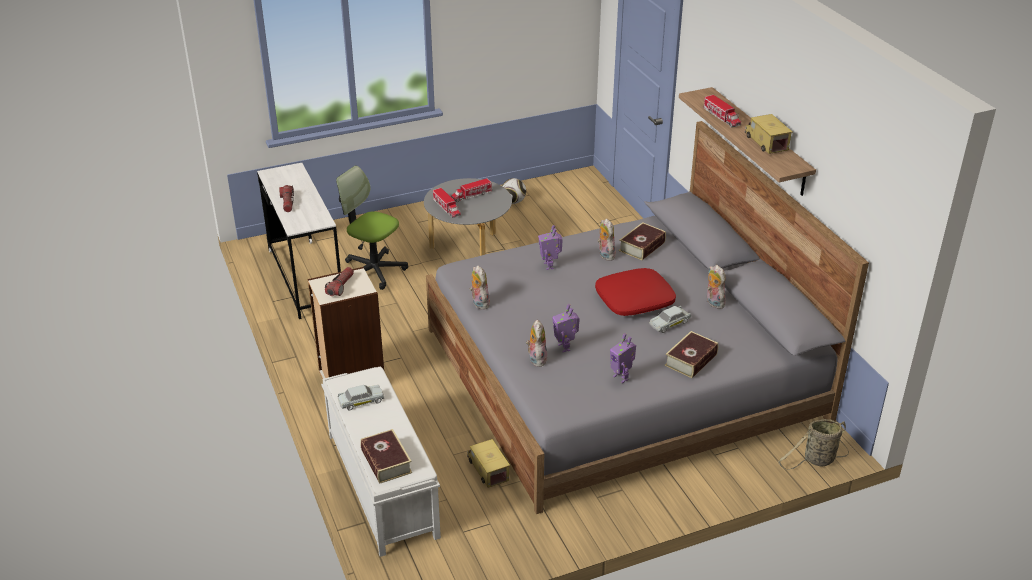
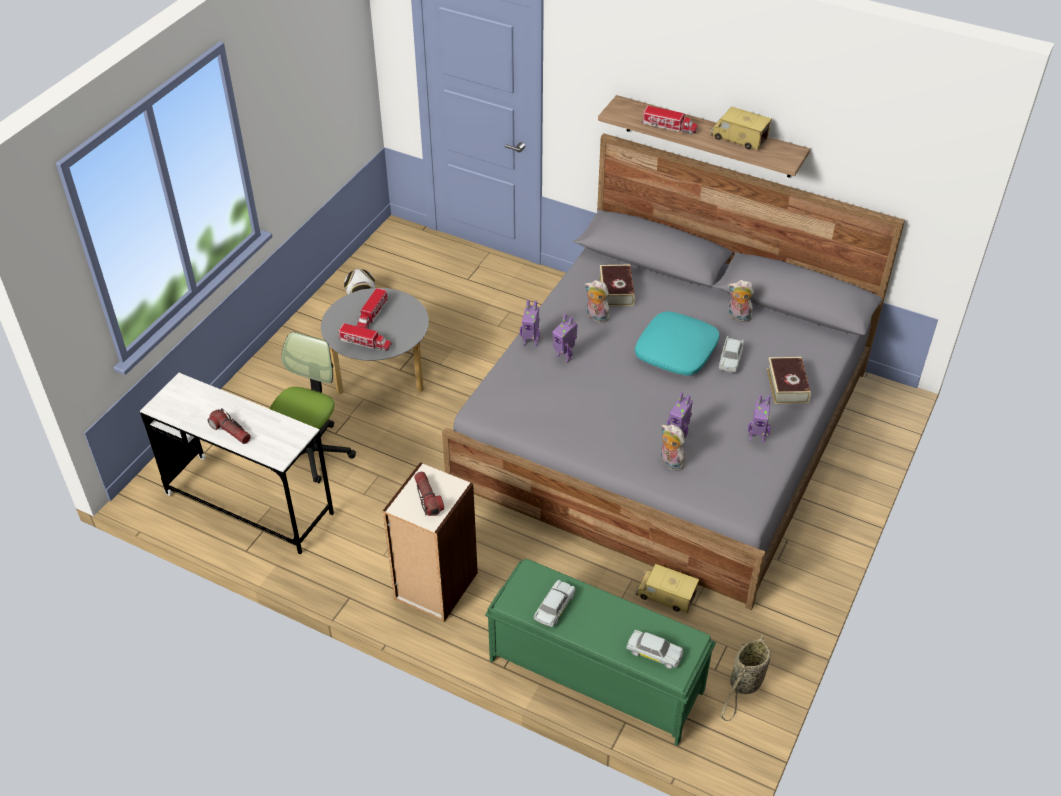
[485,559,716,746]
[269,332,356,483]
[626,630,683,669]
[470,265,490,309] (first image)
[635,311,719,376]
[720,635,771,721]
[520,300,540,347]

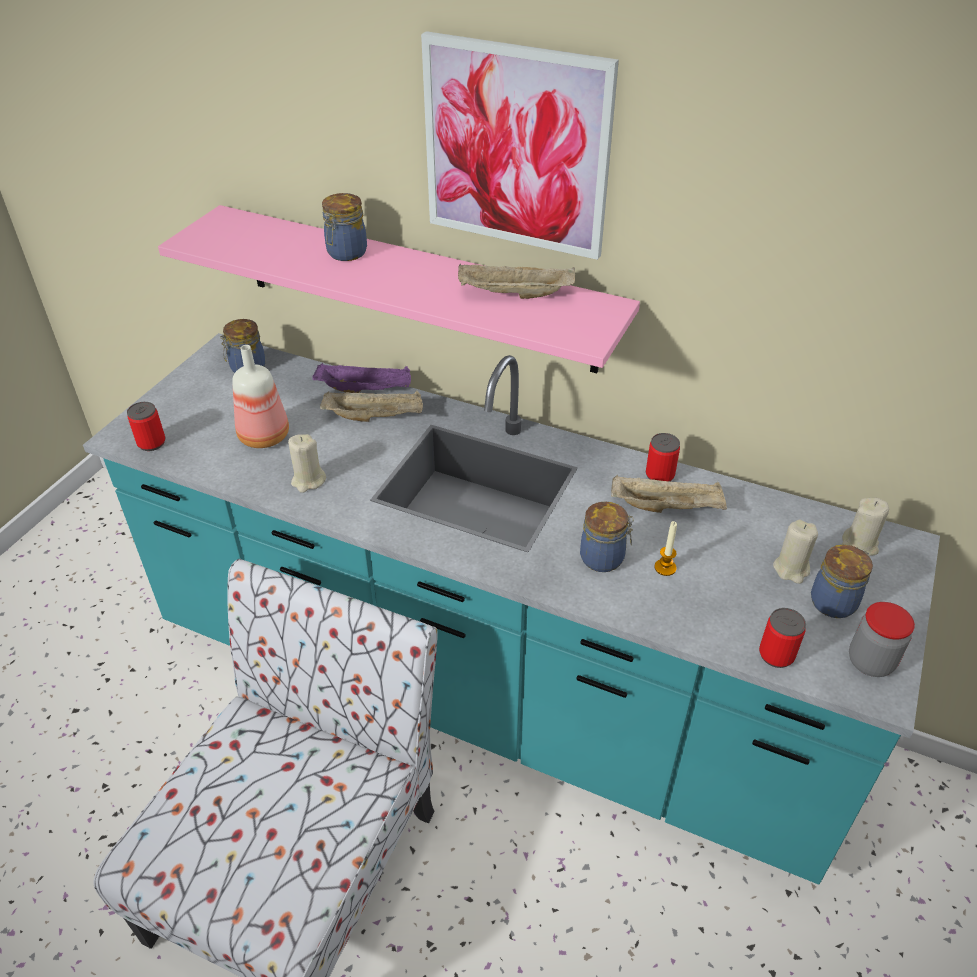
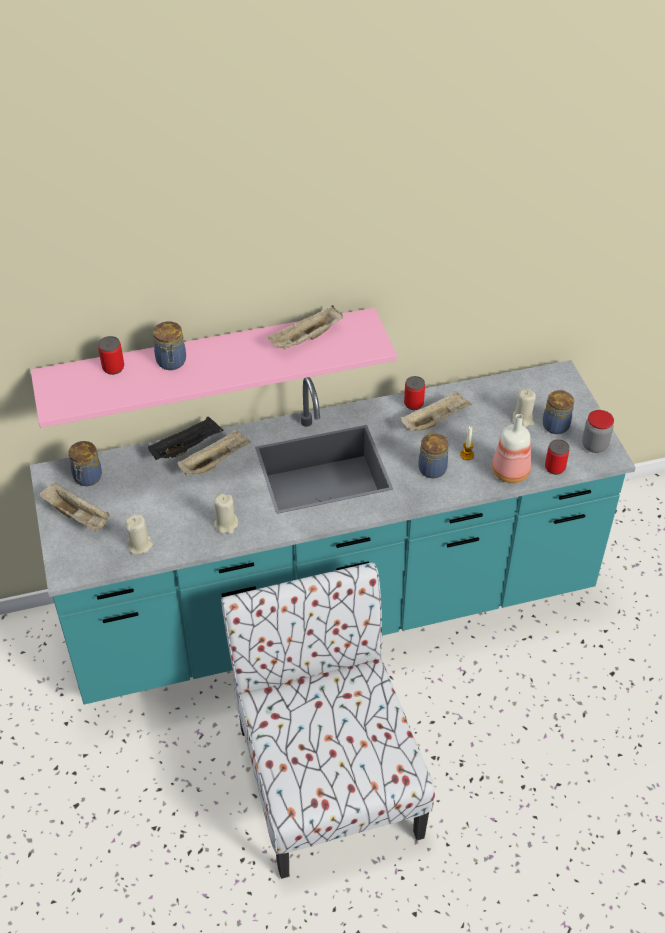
[98,336,124,375]
[492,414,531,483]
[148,417,223,460]
[421,31,619,260] (first image)
[125,514,153,554]
[39,483,110,532]

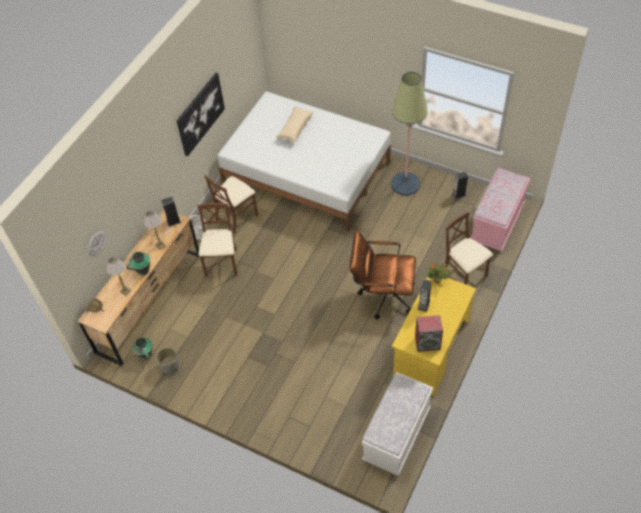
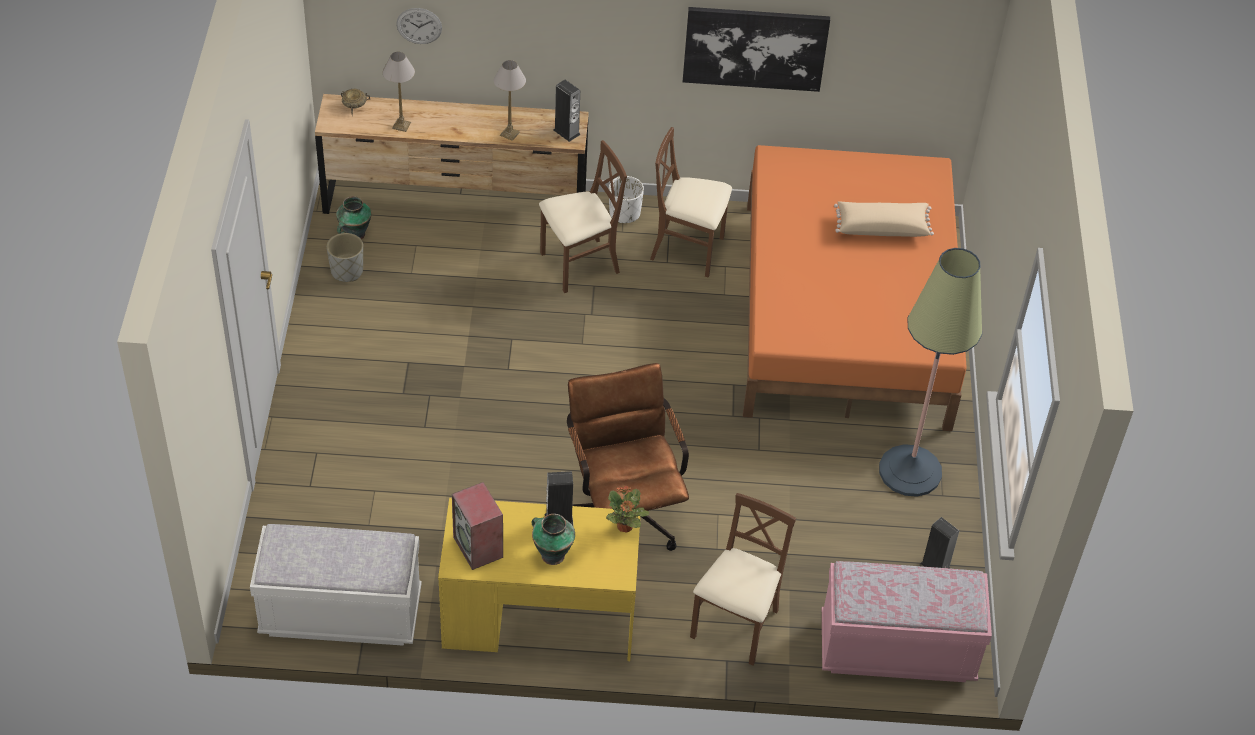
[532,514,575,565]
[743,145,967,431]

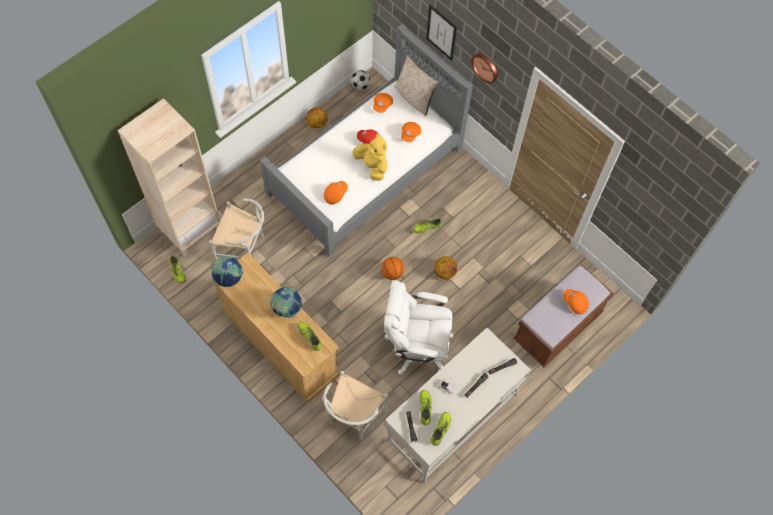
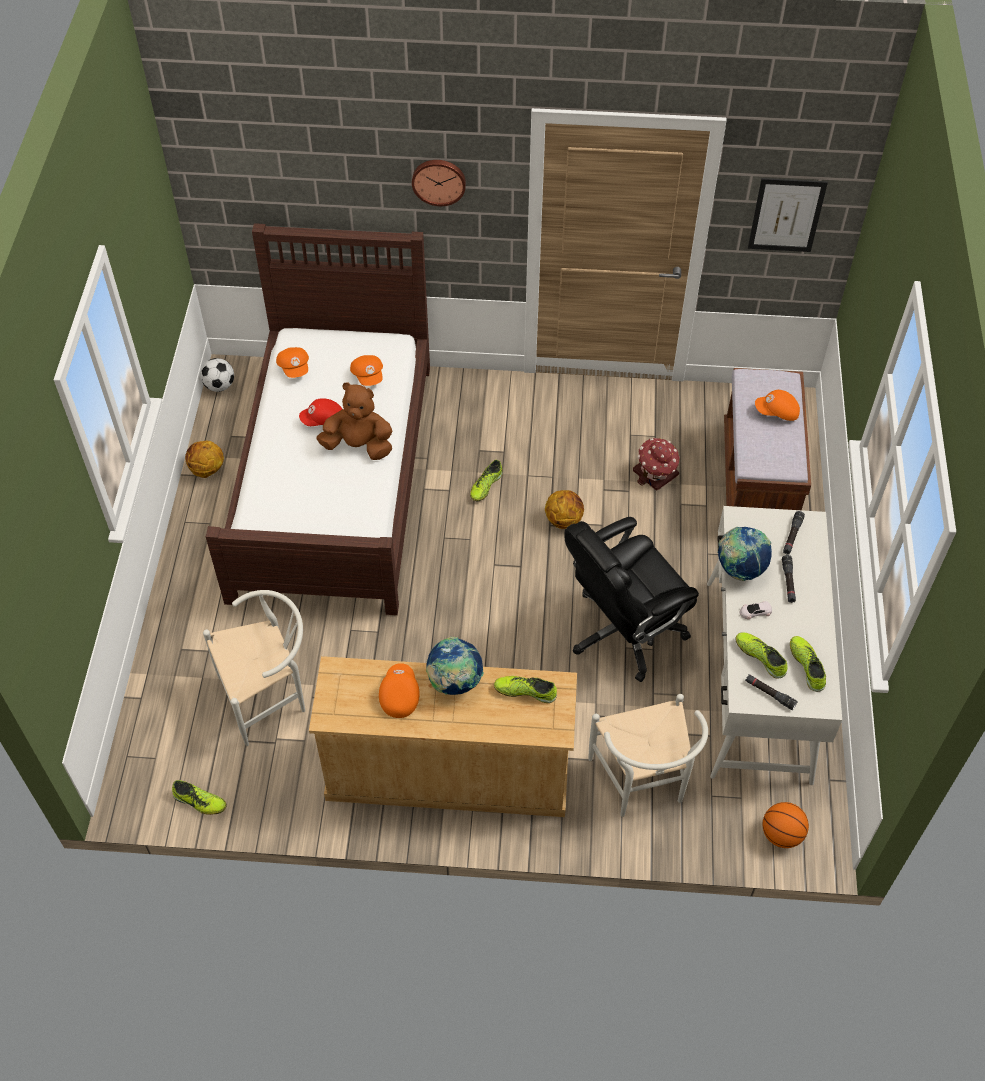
[118,98,220,257] (first image)
[718,527,772,581]
[206,223,430,615]
[379,663,419,718]
[316,382,392,460]
[763,802,809,848]
[565,517,699,682]
[394,55,439,116] (first image)
[748,178,828,252]
[633,438,680,491]

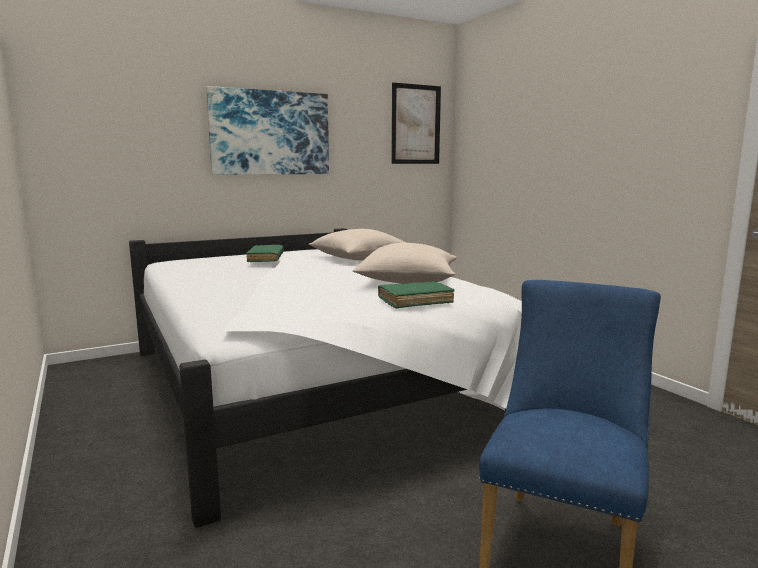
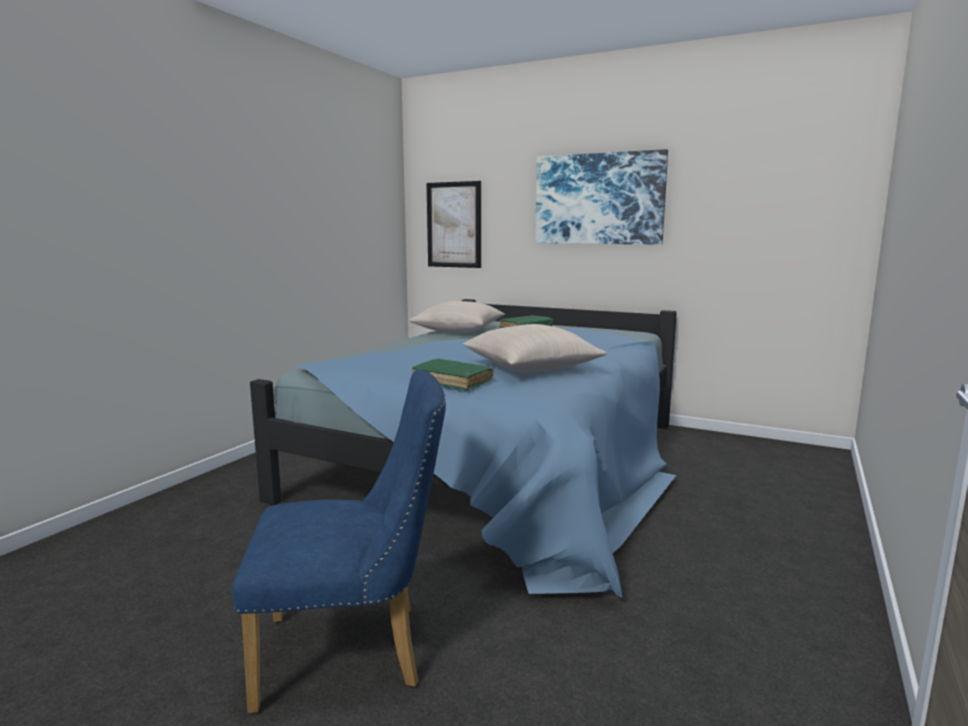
[250,299,677,598]
[409,301,505,333]
[427,181,481,268]

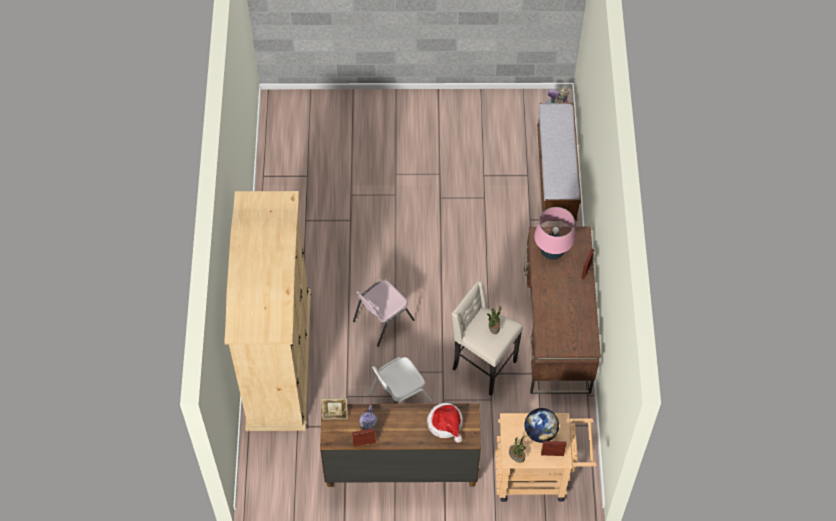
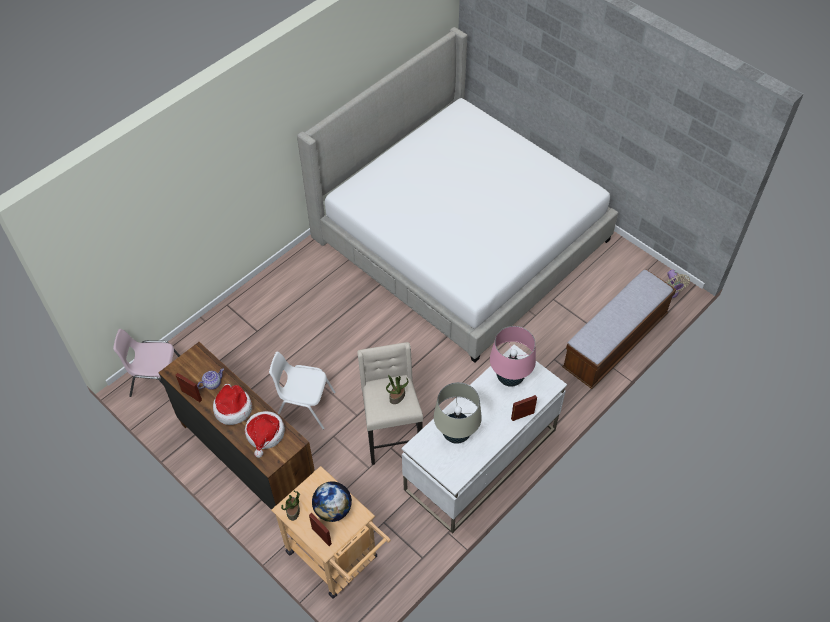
[224,191,311,431] (first image)
[322,398,348,420] (first image)
[113,329,180,397]
[402,344,567,534]
[213,384,252,425]
[297,27,618,363]
[434,382,482,444]

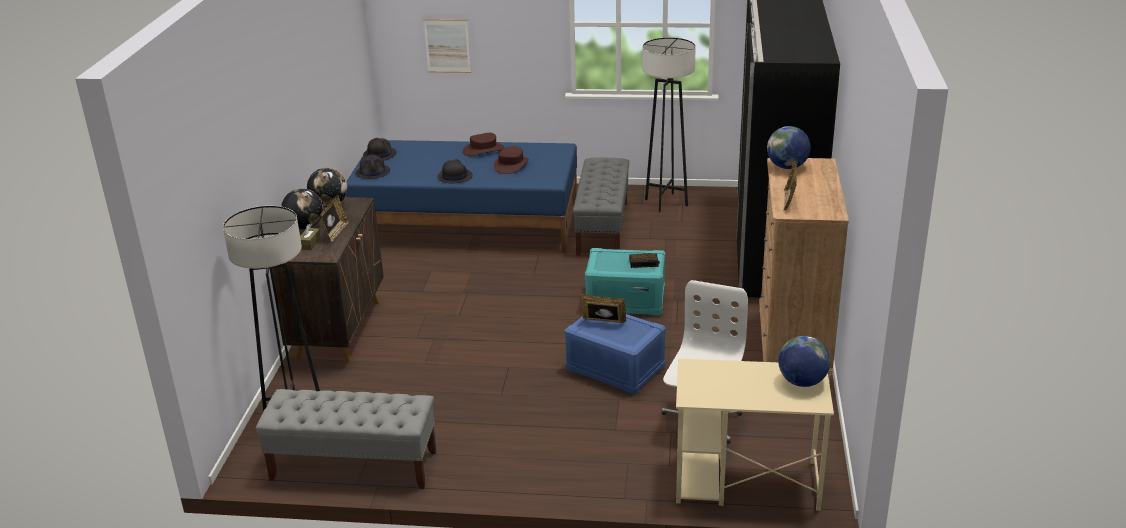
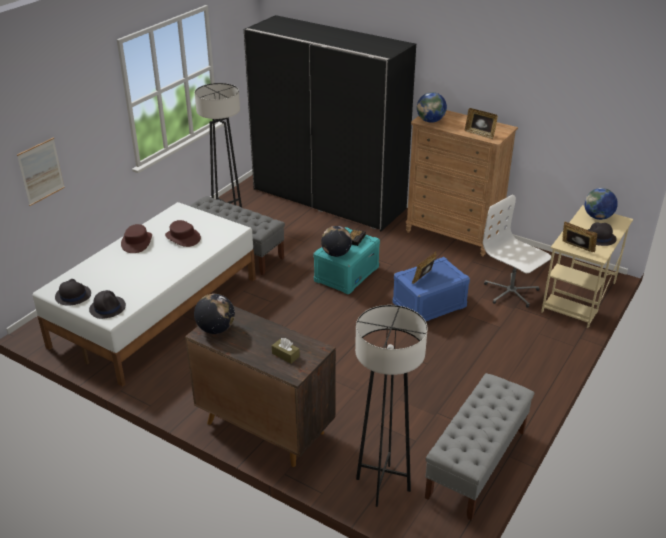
[321,226,352,257]
[562,222,597,252]
[32,202,256,387]
[588,223,617,246]

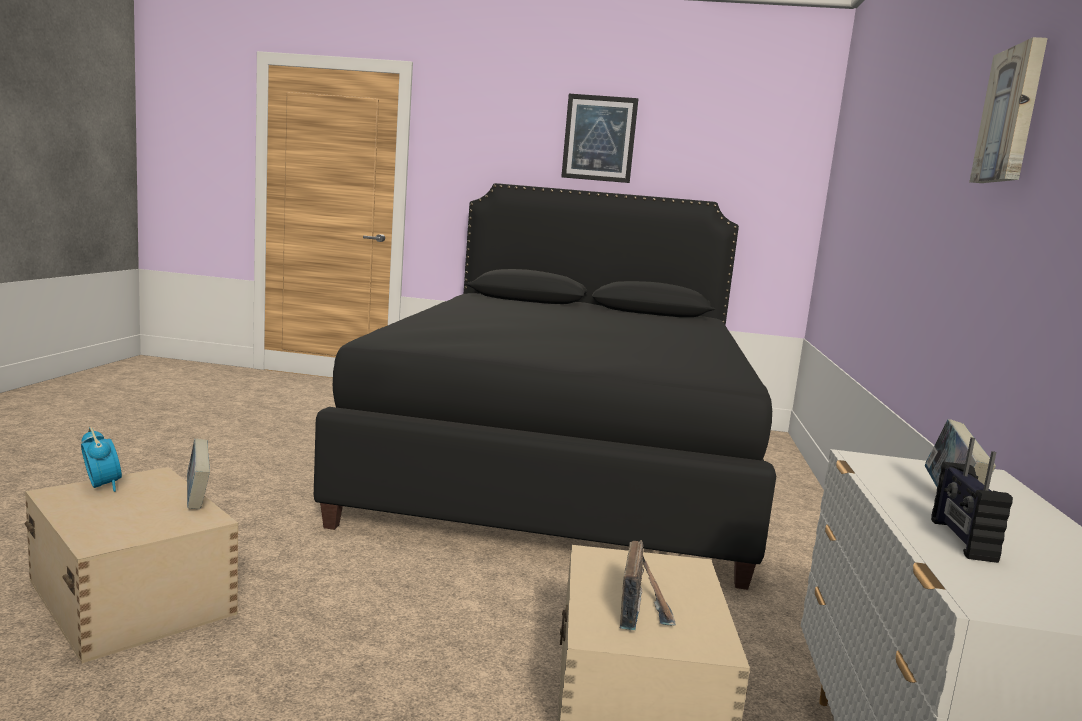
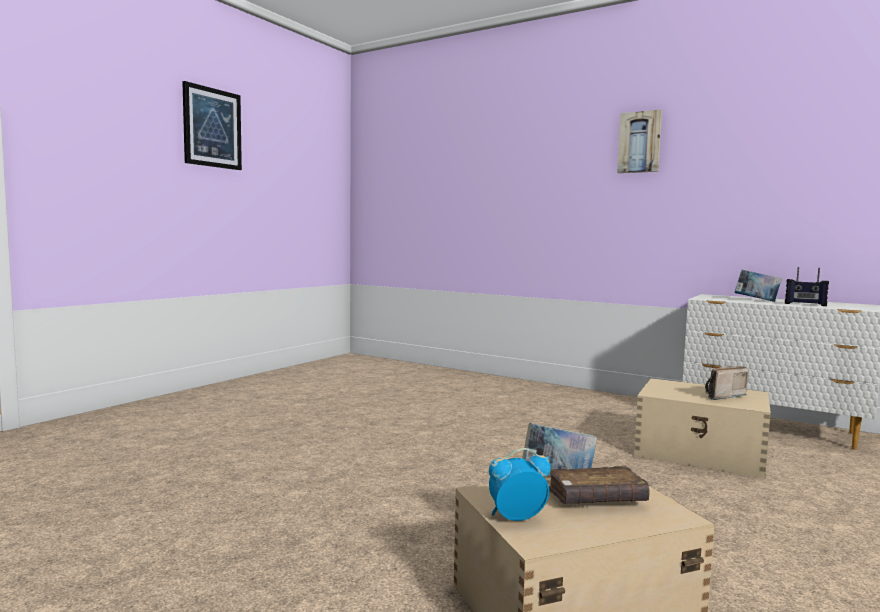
[314,183,776,590] (first image)
[705,366,749,400]
[549,466,649,504]

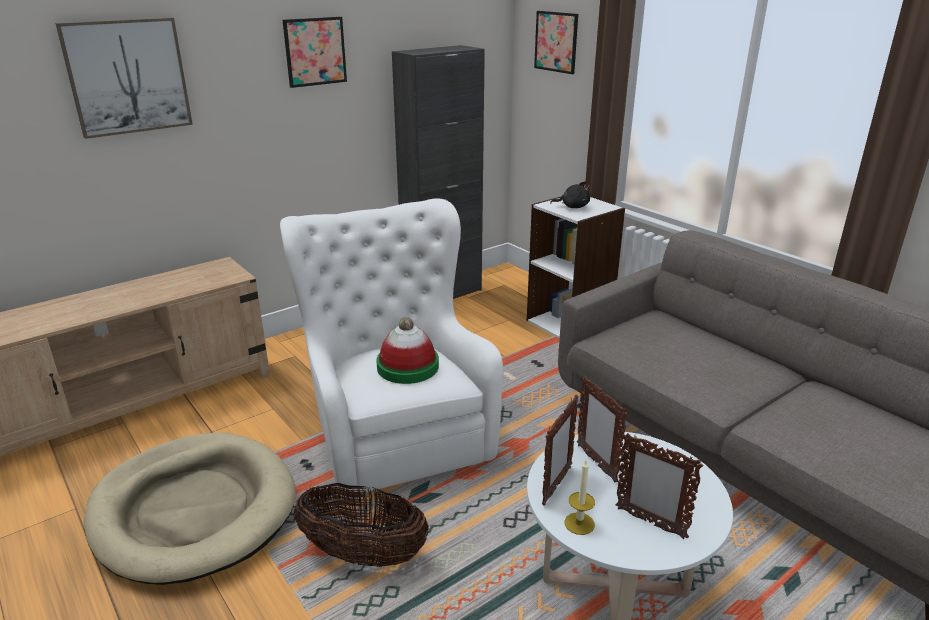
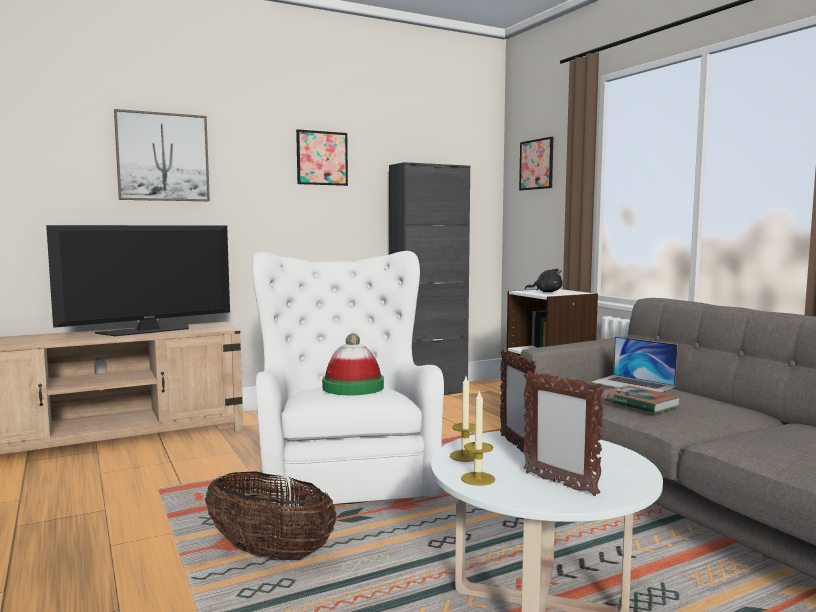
[84,433,296,585] (first image)
[450,376,475,462]
[46,225,230,336]
[591,336,678,392]
[603,386,681,413]

